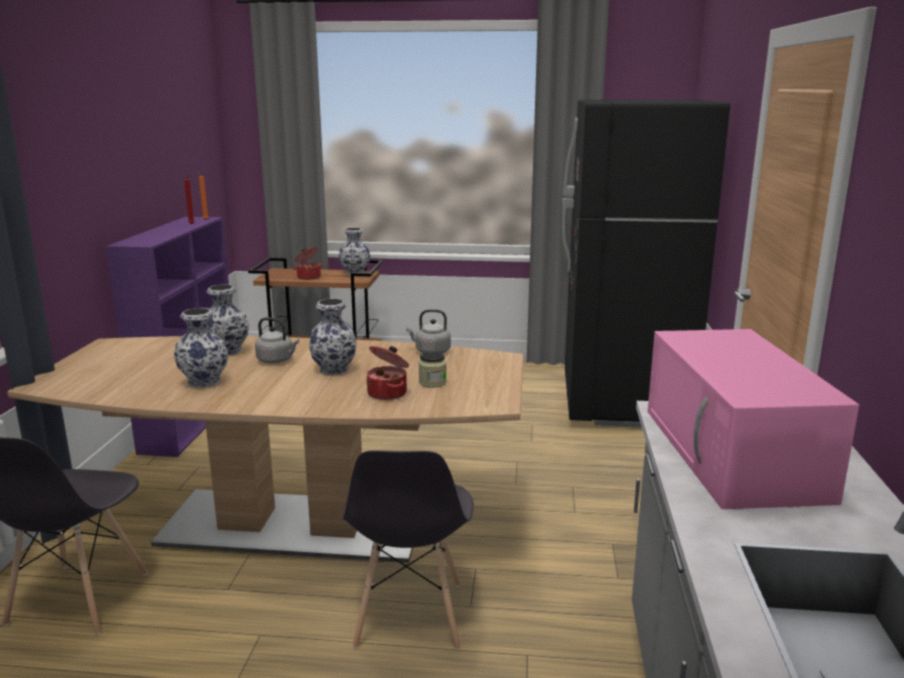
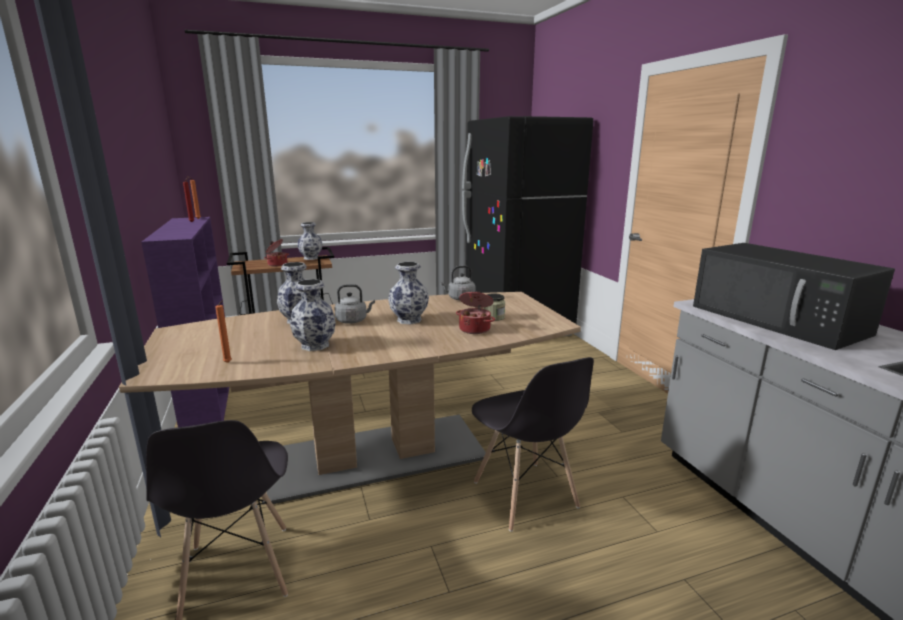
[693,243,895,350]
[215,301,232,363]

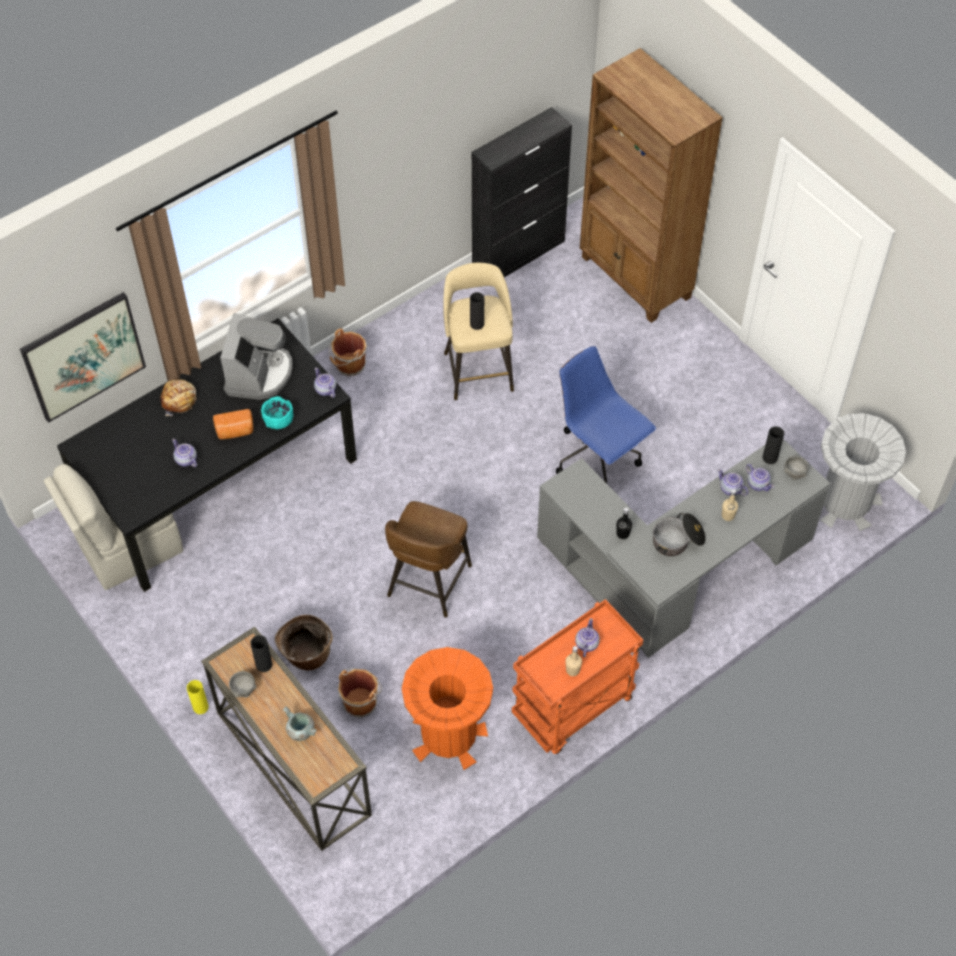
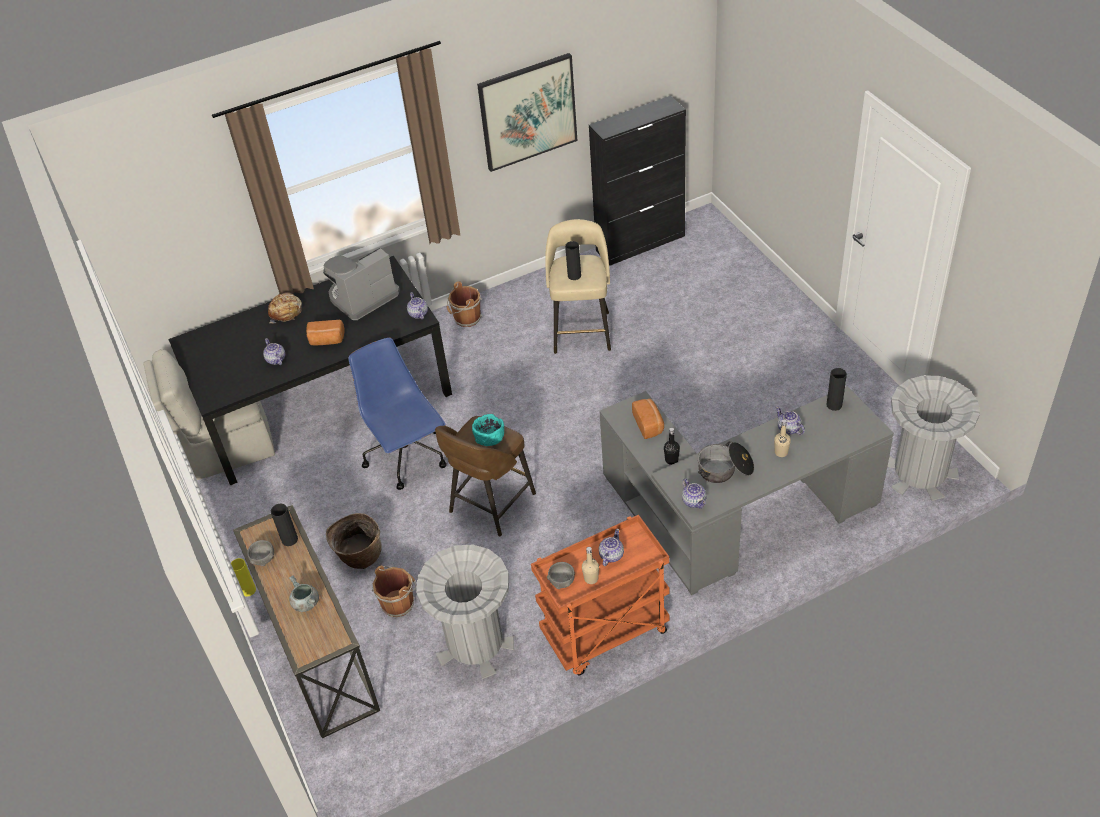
[477,53,578,172]
[323,247,400,320]
[472,414,504,446]
[416,545,514,679]
[349,338,447,490]
[580,48,723,323] (first image)
[682,478,707,509]
[547,562,575,589]
[632,399,664,439]

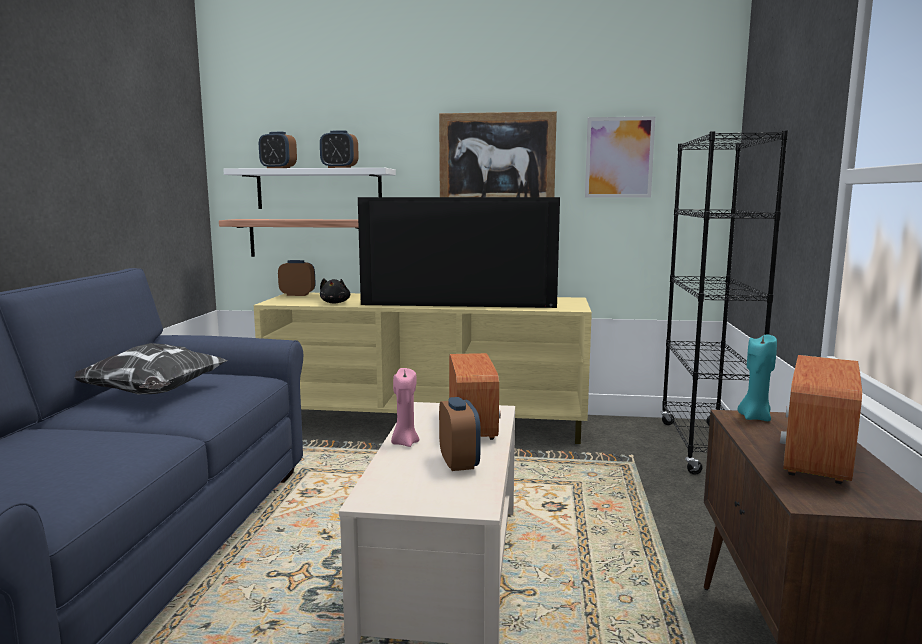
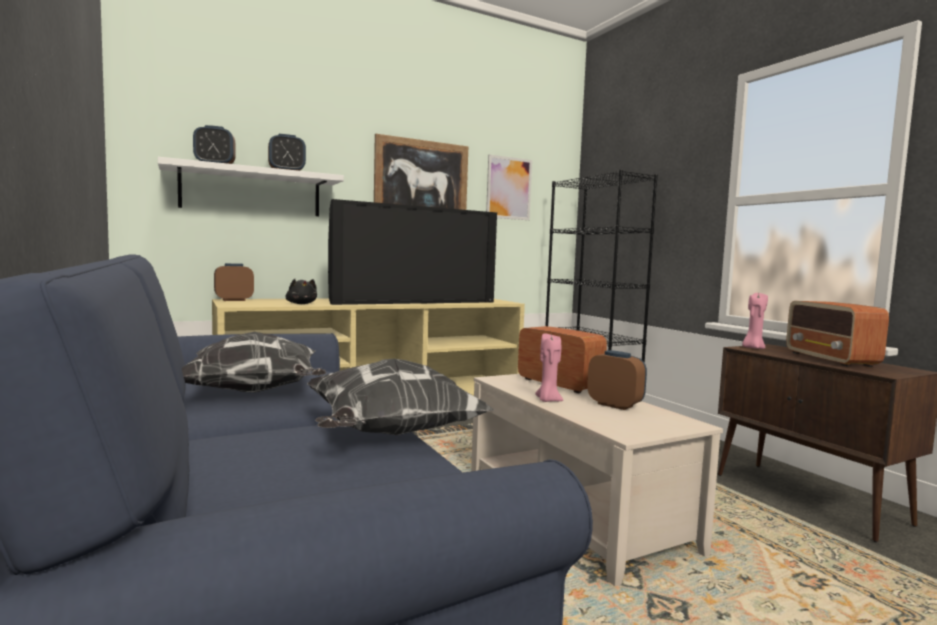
[219,219,359,257] (first image)
[742,293,768,349]
[307,359,494,435]

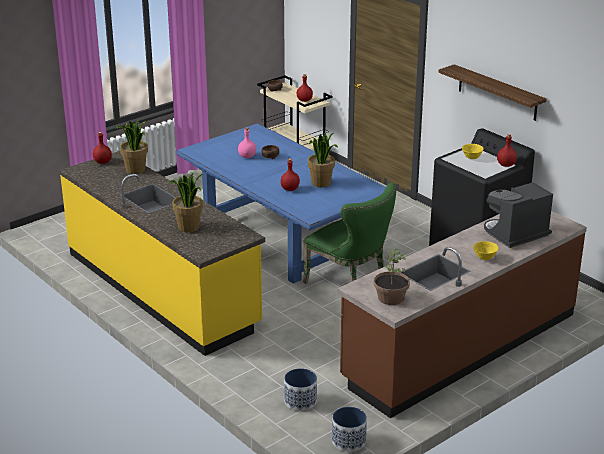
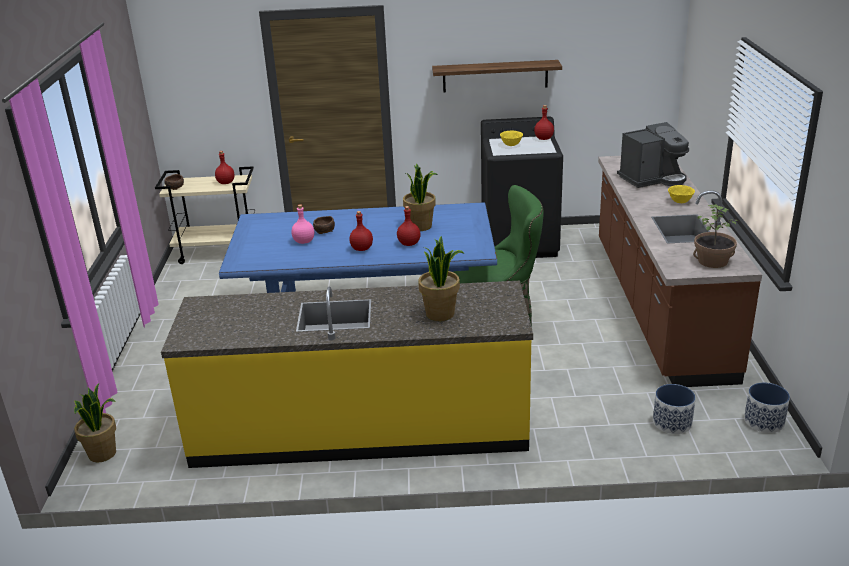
[349,211,373,251]
[74,383,116,462]
[617,122,689,188]

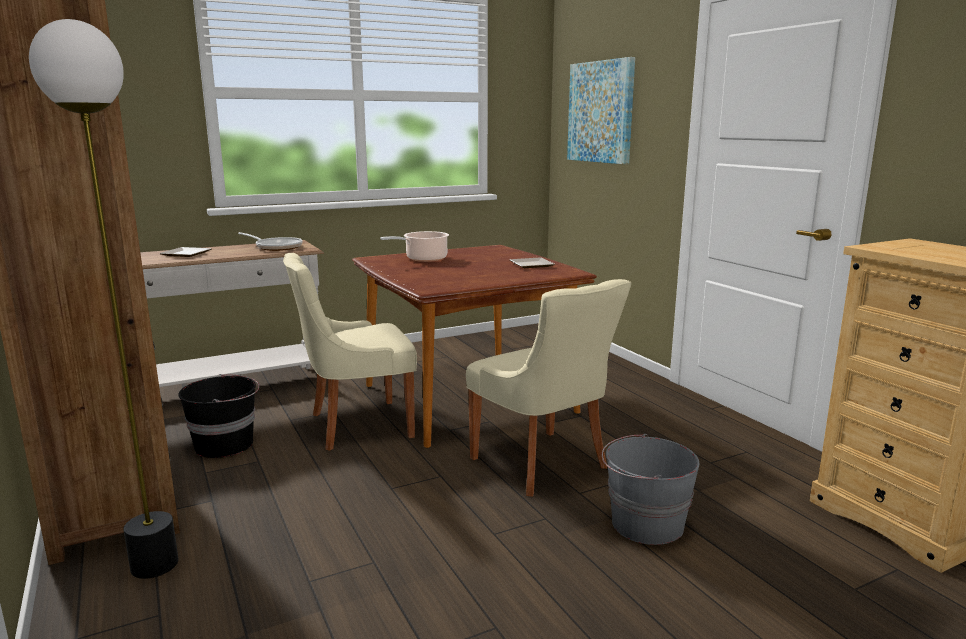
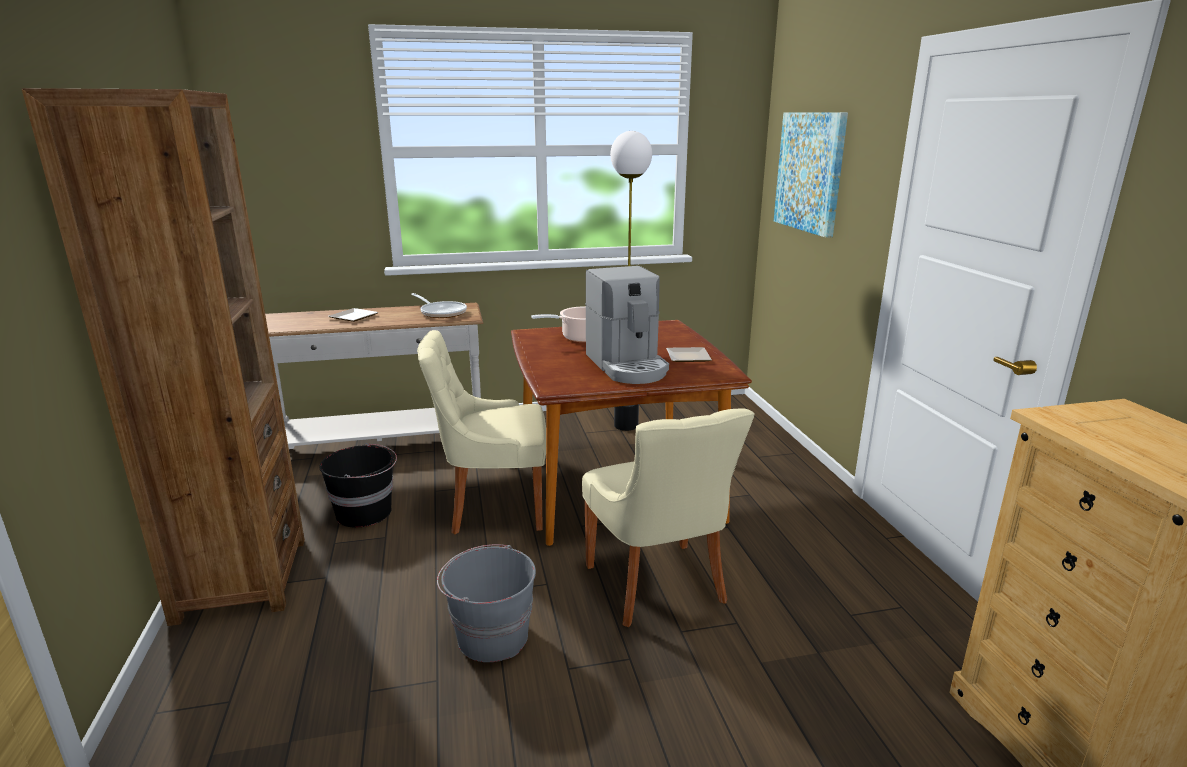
[610,131,652,431]
[437,544,536,662]
[585,266,669,384]

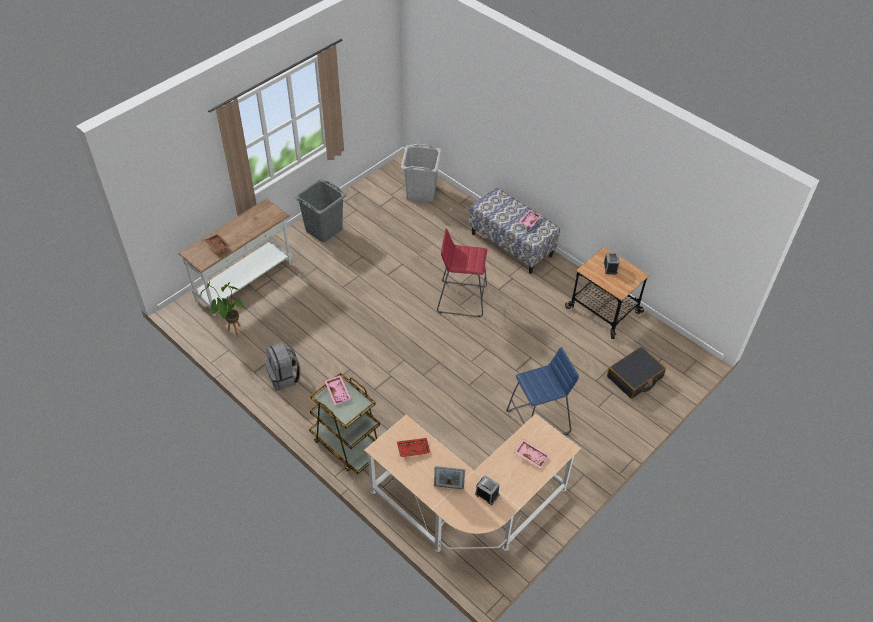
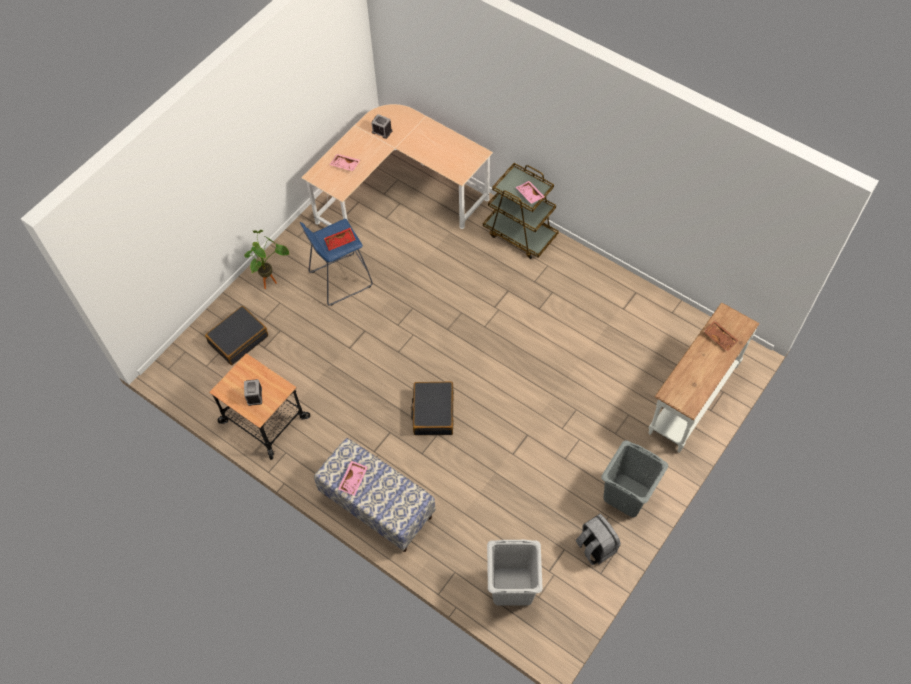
[244,230,290,289]
[575,514,621,565]
[324,227,356,251]
[434,466,465,489] (first image)
[411,381,454,435]

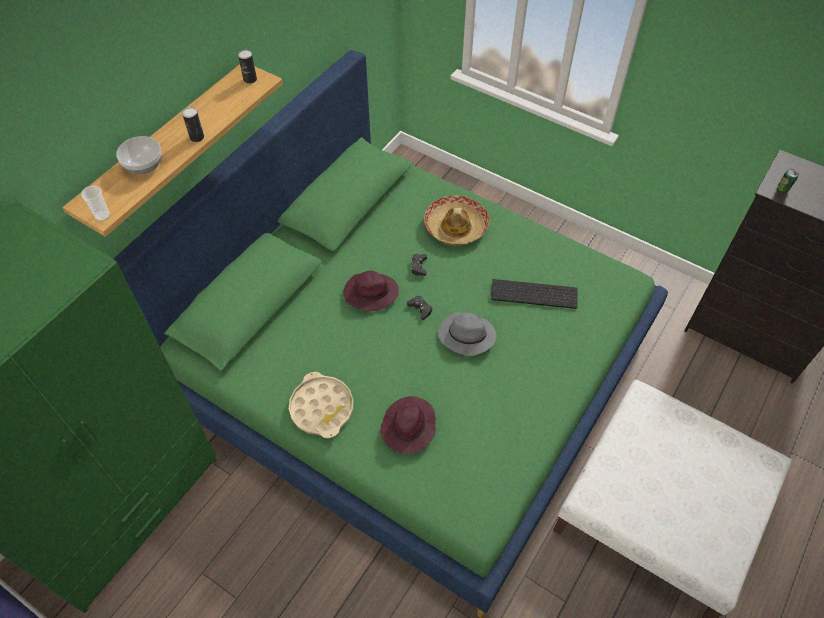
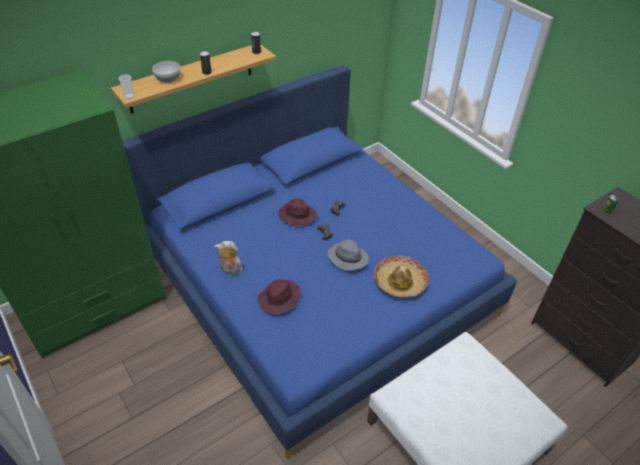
[122,65,517,459]
[214,241,242,275]
[374,256,429,298]
[491,279,578,309] (first image)

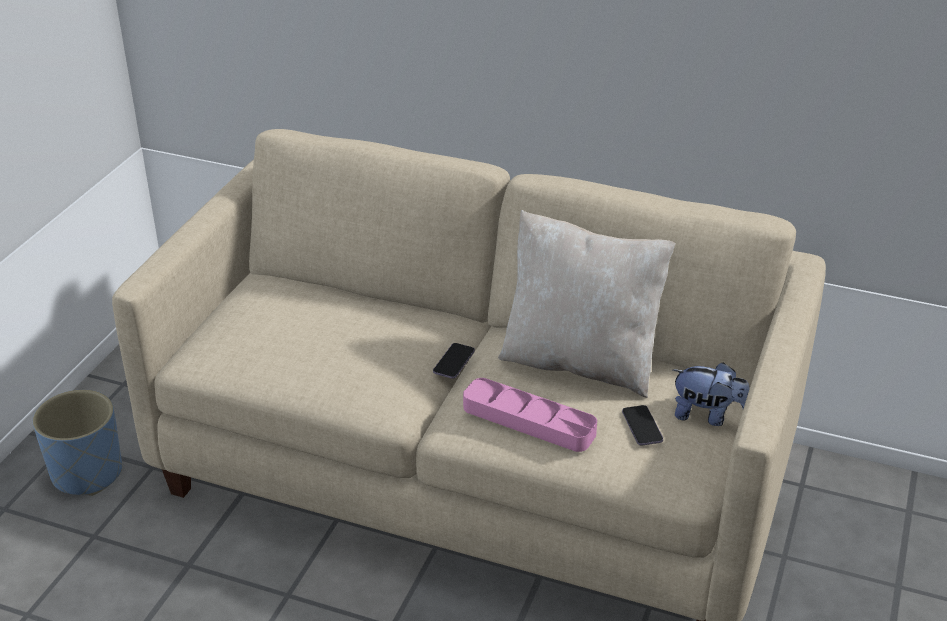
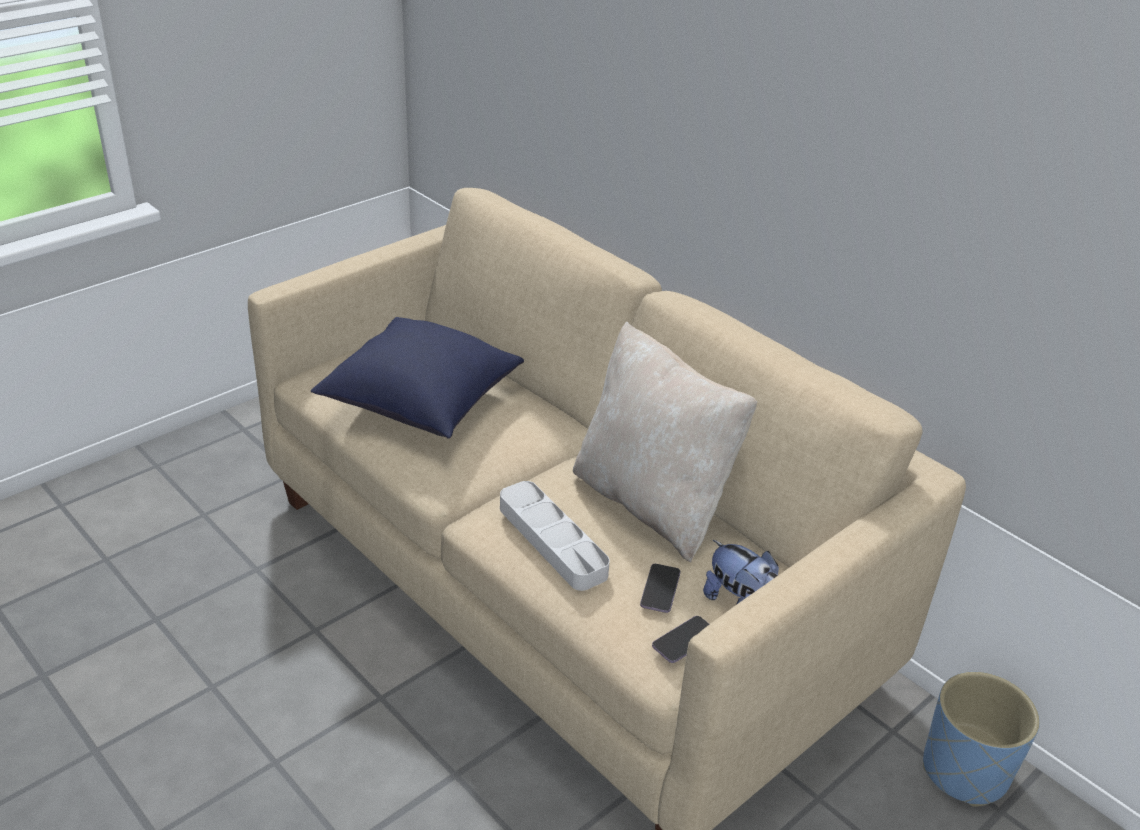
[923,672,1040,807]
[652,616,709,663]
[500,481,610,591]
[311,317,524,439]

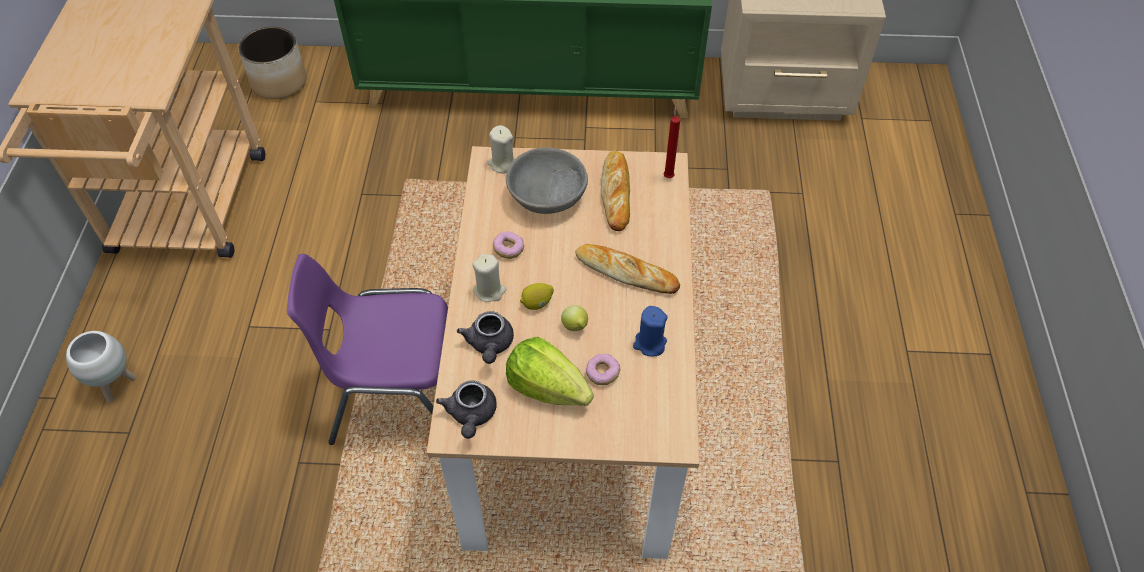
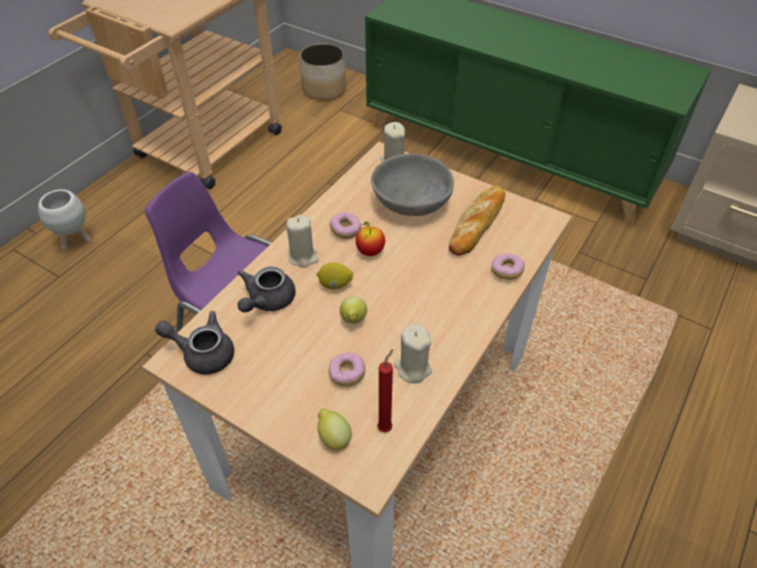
[155,311,234,374]
[506,337,594,406] (first image)
[575,244,680,294] (first image)
[394,324,432,383]
[377,349,393,432]
[318,408,352,450]
[356,222,385,256]
[491,253,525,280]

